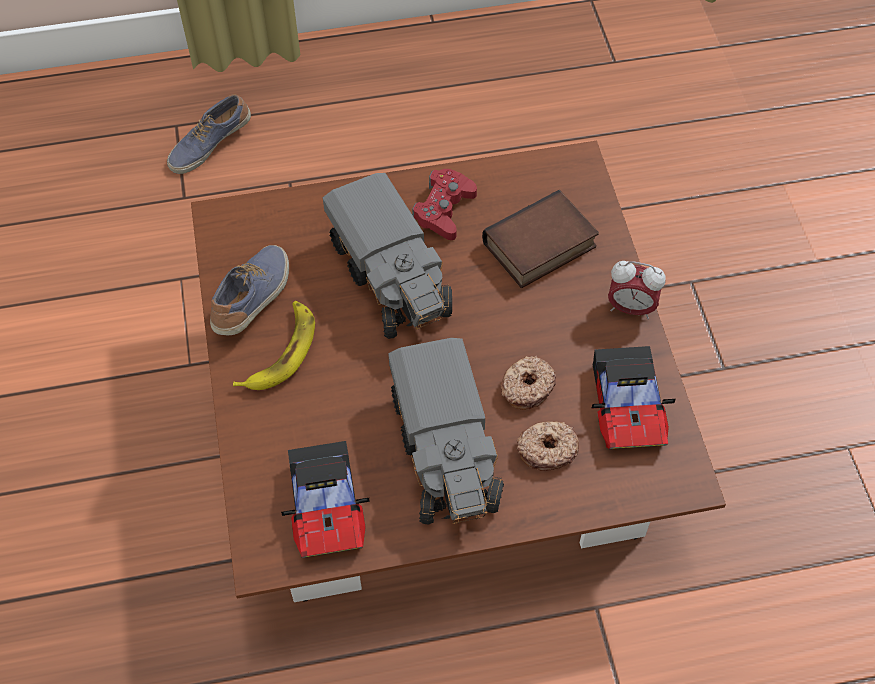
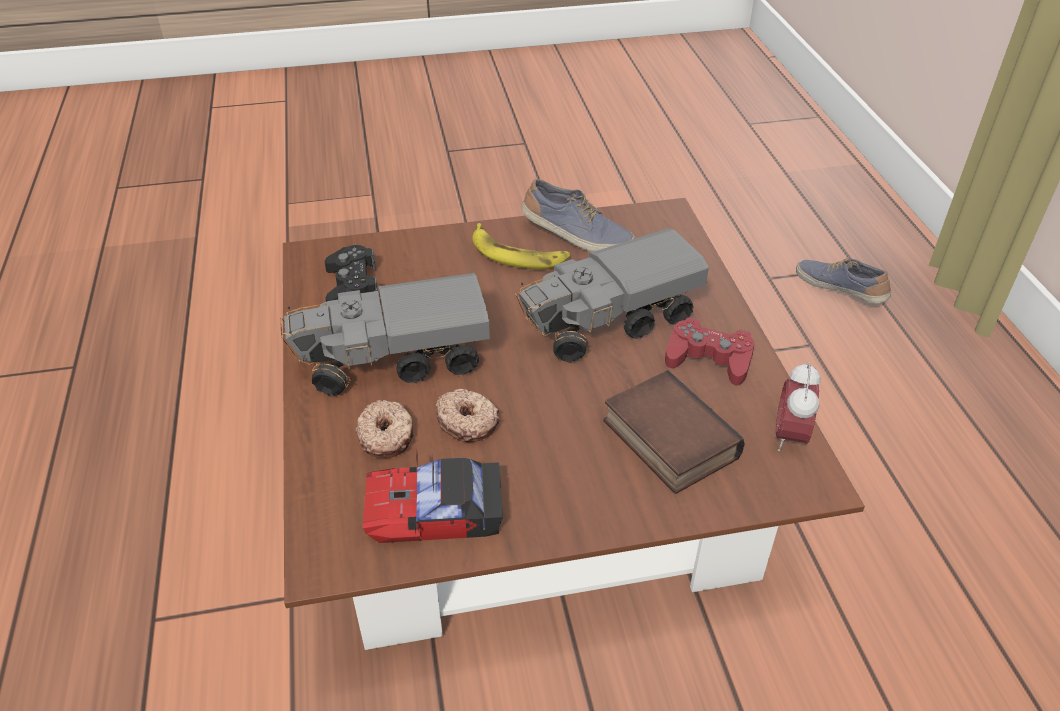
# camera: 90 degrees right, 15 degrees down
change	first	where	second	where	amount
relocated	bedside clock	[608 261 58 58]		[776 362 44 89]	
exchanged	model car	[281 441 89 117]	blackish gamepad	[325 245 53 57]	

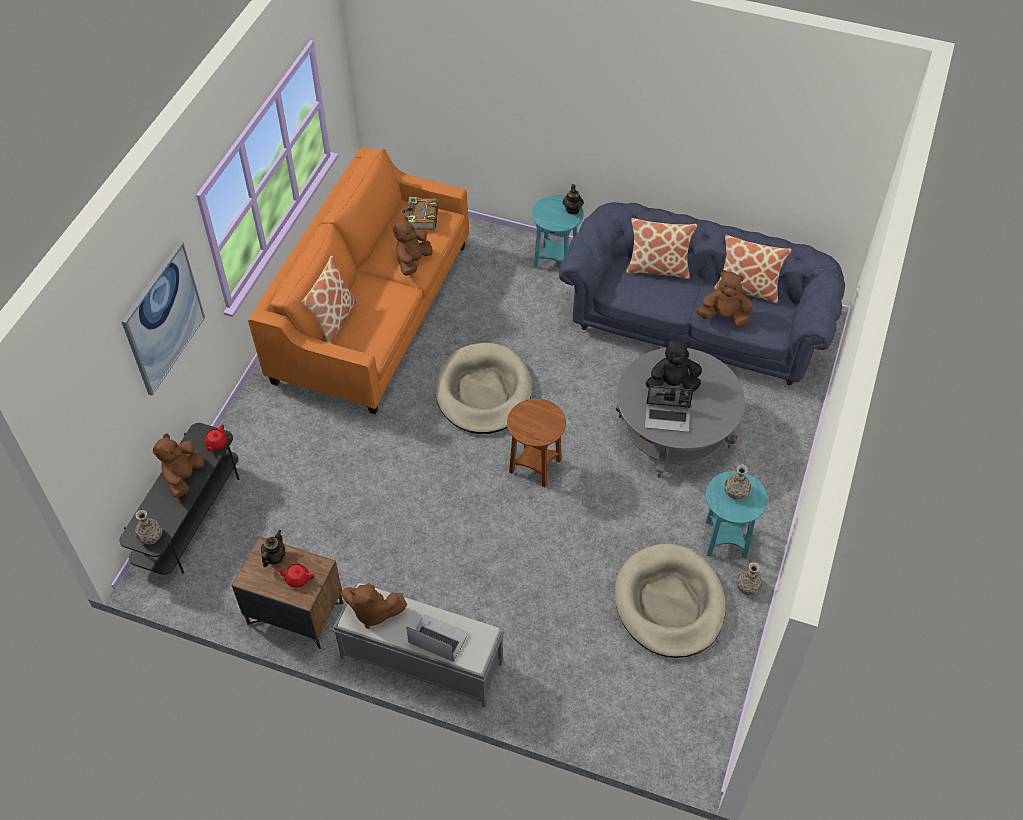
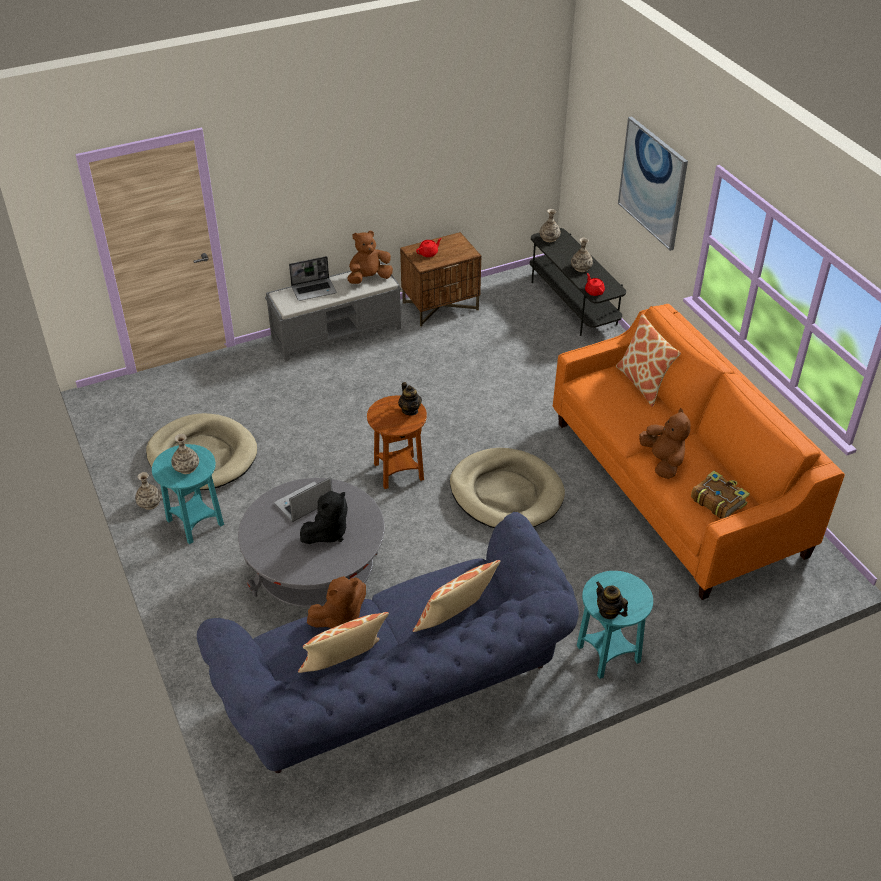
# camera: 135 degrees right, 10 degrees down
change	first	where	second	where	amount
exchanged	brown soft toy	[153 433 51 65]	flower vase	[571 238 22 34]	
relocated	tea pot	[261 530 25 37]		[398 382 24 34]	

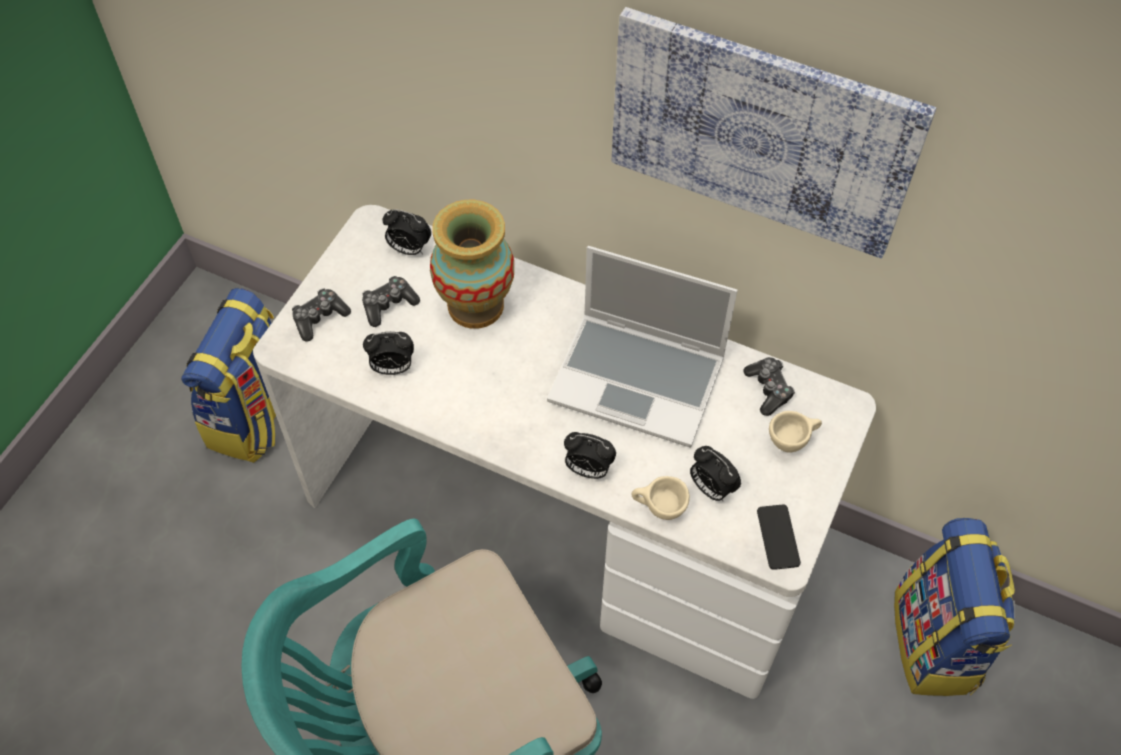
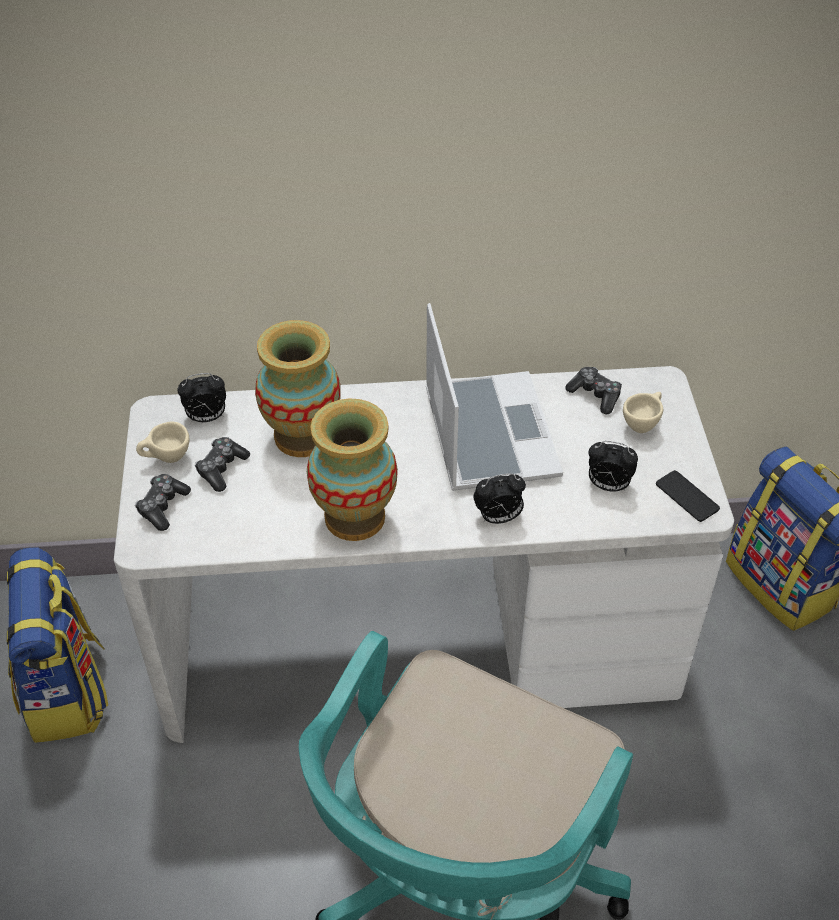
# camera: 30 degrees left, 10 degrees down
change	first	where	second	where	amount
missing	picture	[612 7 324 252]			
spun	notebook computer	[547 246 190 202]		[426 303 137 188]	90 degrees counterclockwise
missing	bedside clock	[363 332 51 43]			
relocated	beige-coloured cup	[632 476 58 44]		[136 421 53 42]	
appeared			flower vase	[307 399 91 142]	

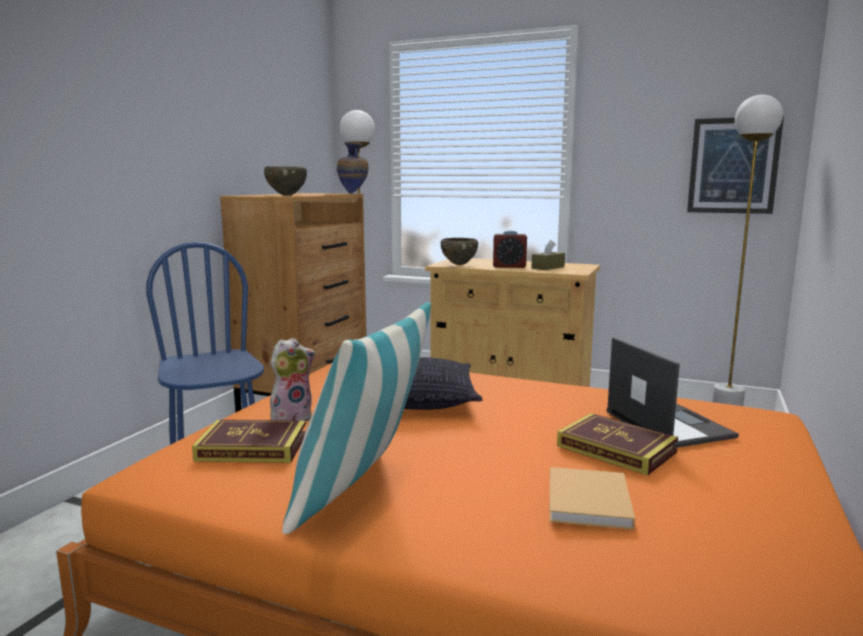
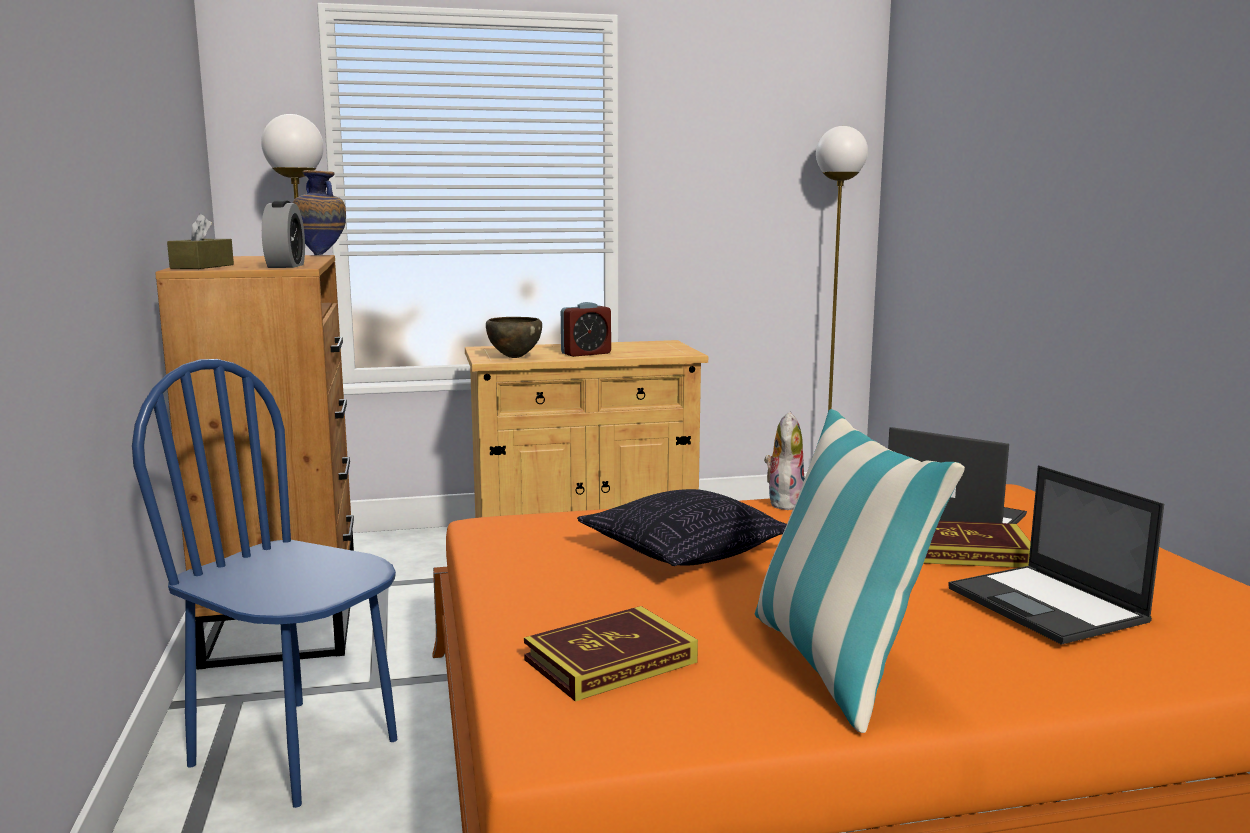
# camera: 35 degrees left, 0 degrees up
change	first	where	second	where	amount
missing	picture	[687 116 97 98]			
exchanged	brown serving bowl	[264 166 43 30]	bedside clock	[262 200 43 68]	
relocated	brown tissue holder	[531 240 34 30]		[167 214 67 55]	
relocated	soft toy	[270 338 45 84]		[764 411 41 99]	
exchanged	beige-coloured bound book	[550 467 85 63]	notebook computer	[948 465 216 180]	

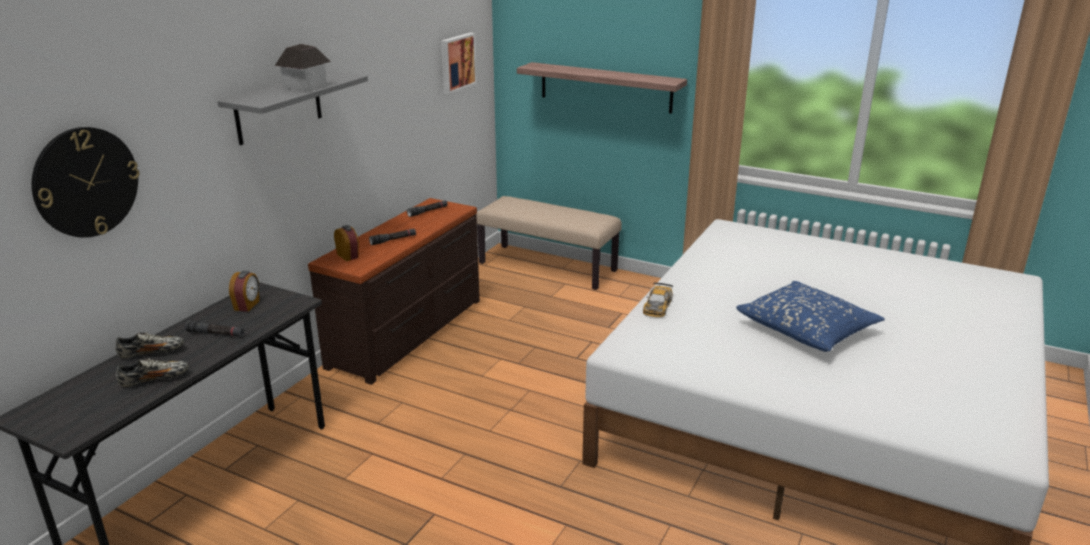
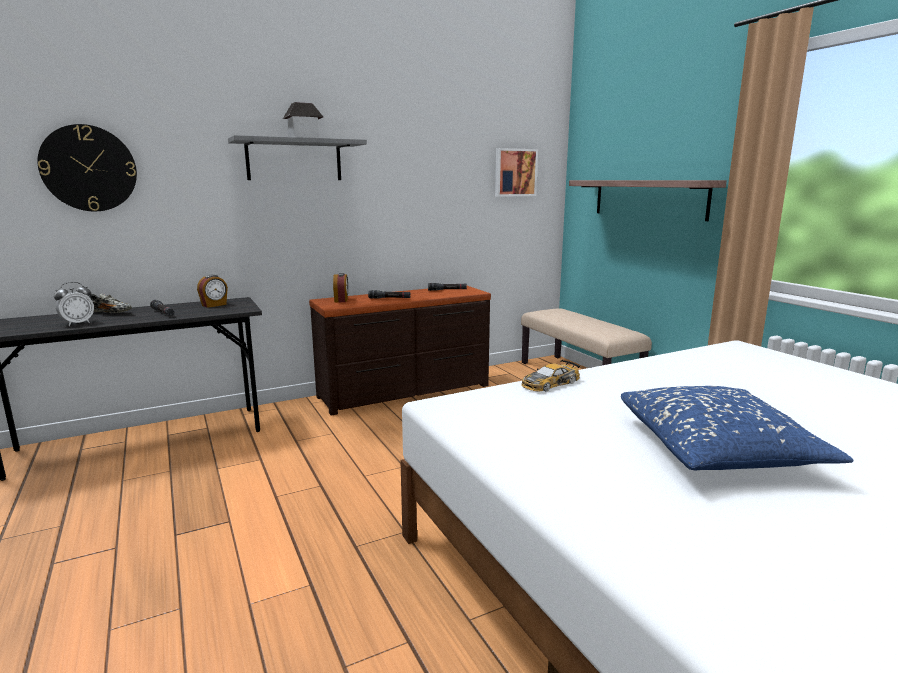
# camera: 35 degrees right, 10 degrees down
change	first	where	second	where	amount
exchanged	shoe	[116 358 73 29]	bedside clock	[54 282 40 44]	

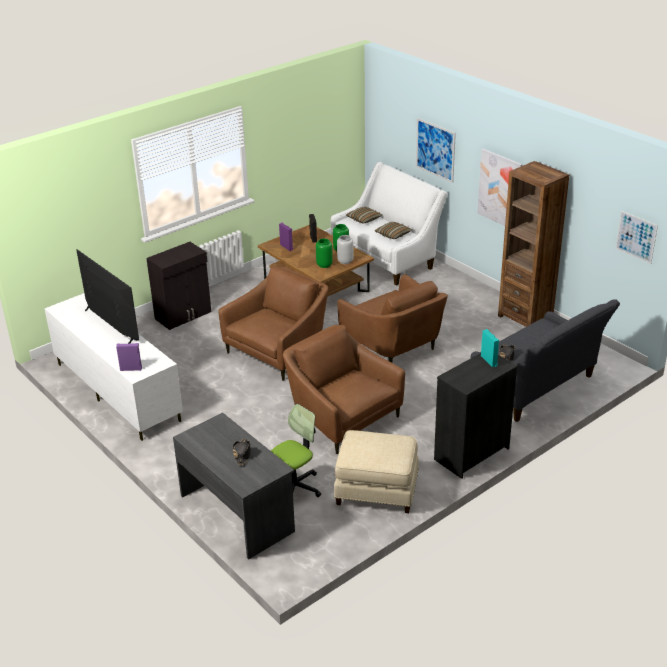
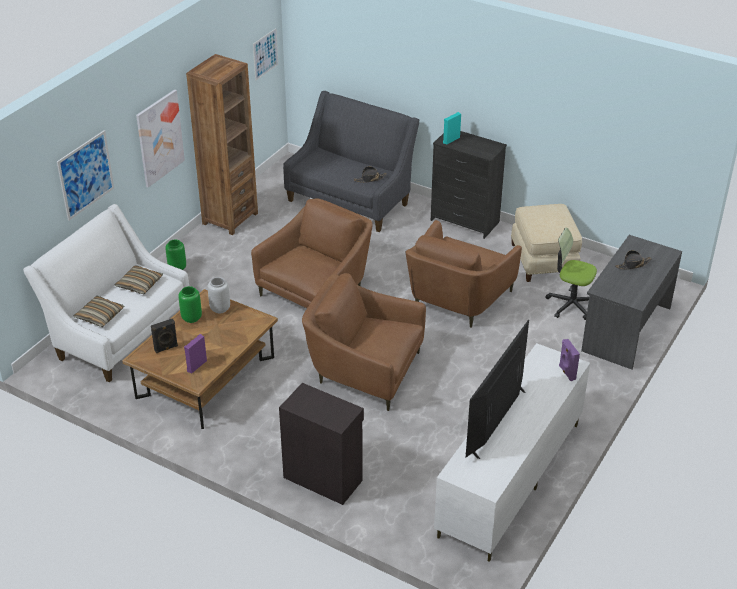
# camera: 110 degrees left, 5 degrees up
change	first	where	second	where	amount
relocated	green flower vase	[316 238 17 30]		[166 239 20 31]	

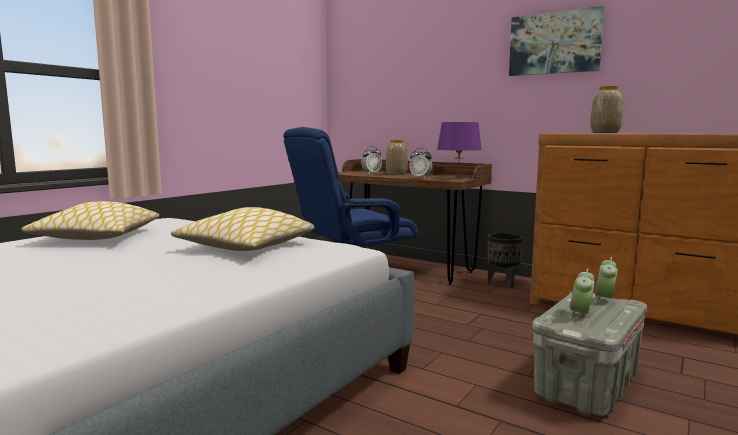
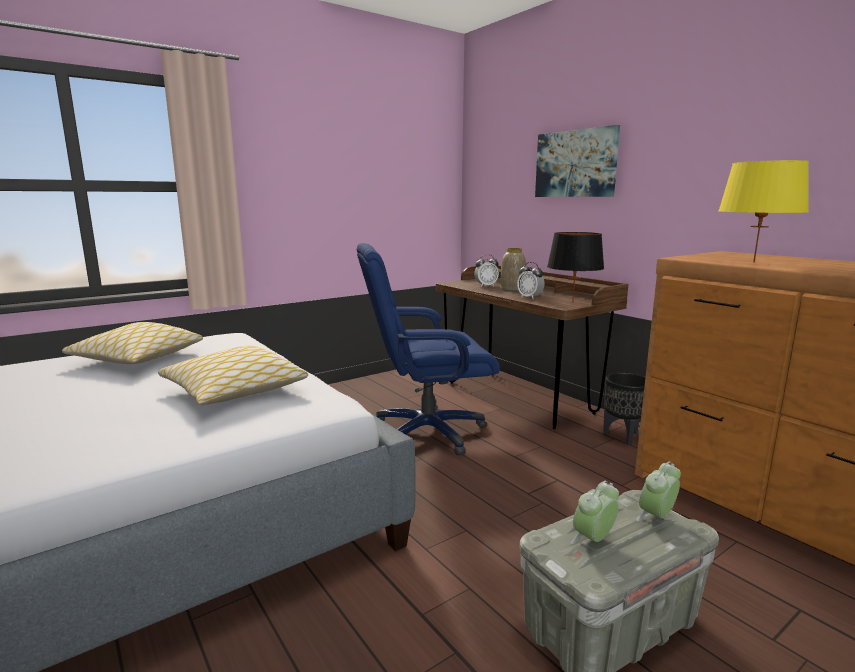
# camera: 20 degrees right, 5 degrees up
change	first	where	second	where	amount
relocated	picture	[509 6 95 70]		[535 125 85 72]	
exchanged	flower vase	[590 86 33 47]	yellow-coloured tabletop lamp	[719 160 90 103]	
colour	purple-coloured tabletop lamp	[437 122 45 57]	blackish tabletop lamp	[547 232 57 71]	

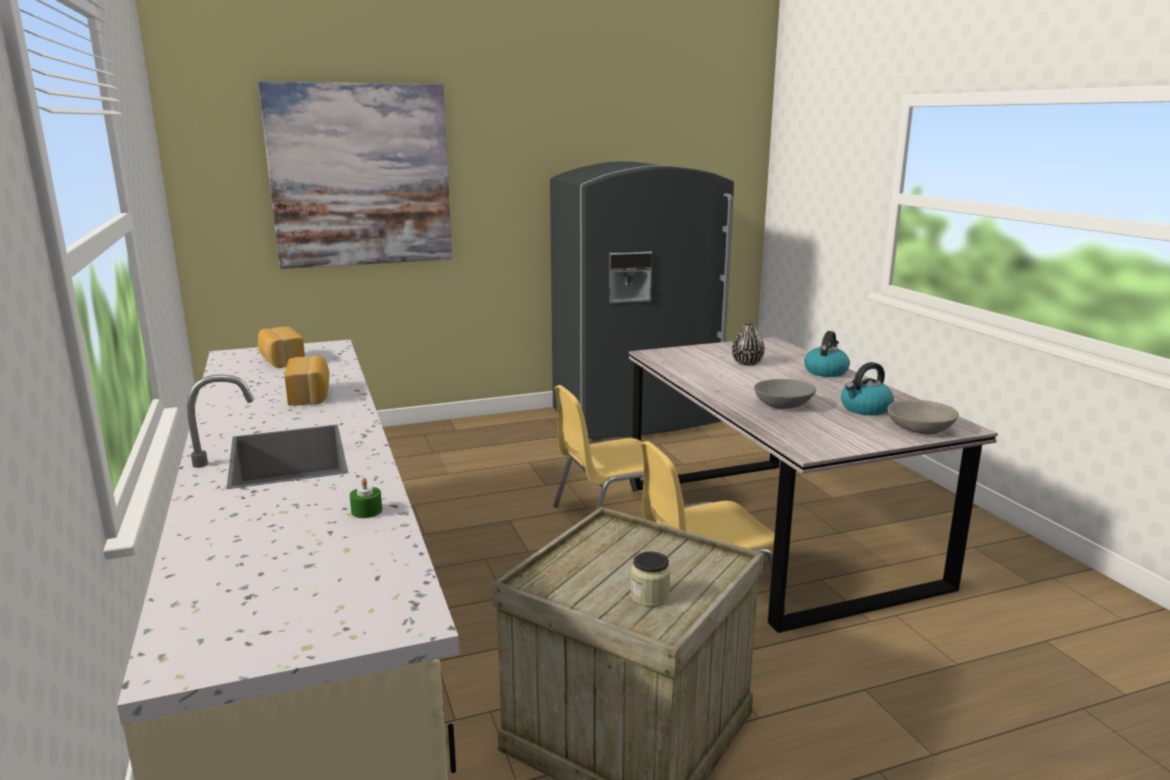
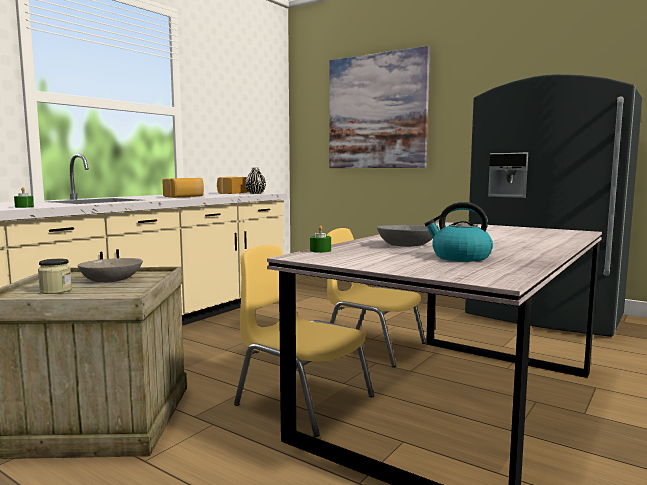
# camera: 55 degrees right, 10 degrees down
change	first	where	second	where	amount
relocated	blackish flower vase	[732 323 33 43]		[245 168 21 26]	
missing	kettle	[804 331 46 46]			
relocated	greyish serving bowl	[887 400 72 35]		[78 258 65 24]	
appeared			green candle	[310 225 21 28]	

